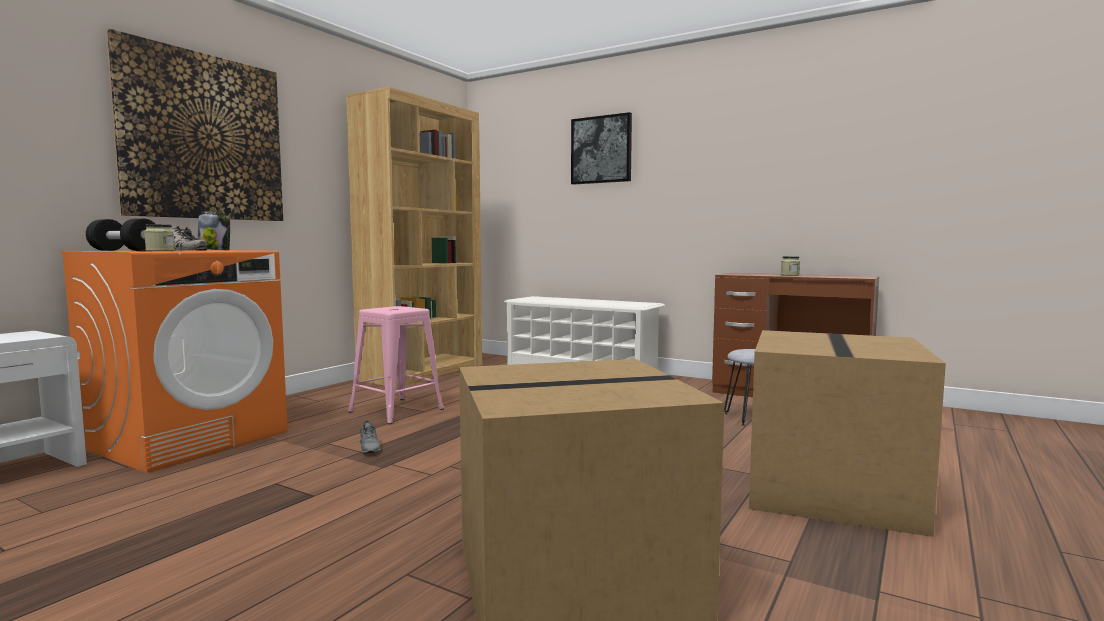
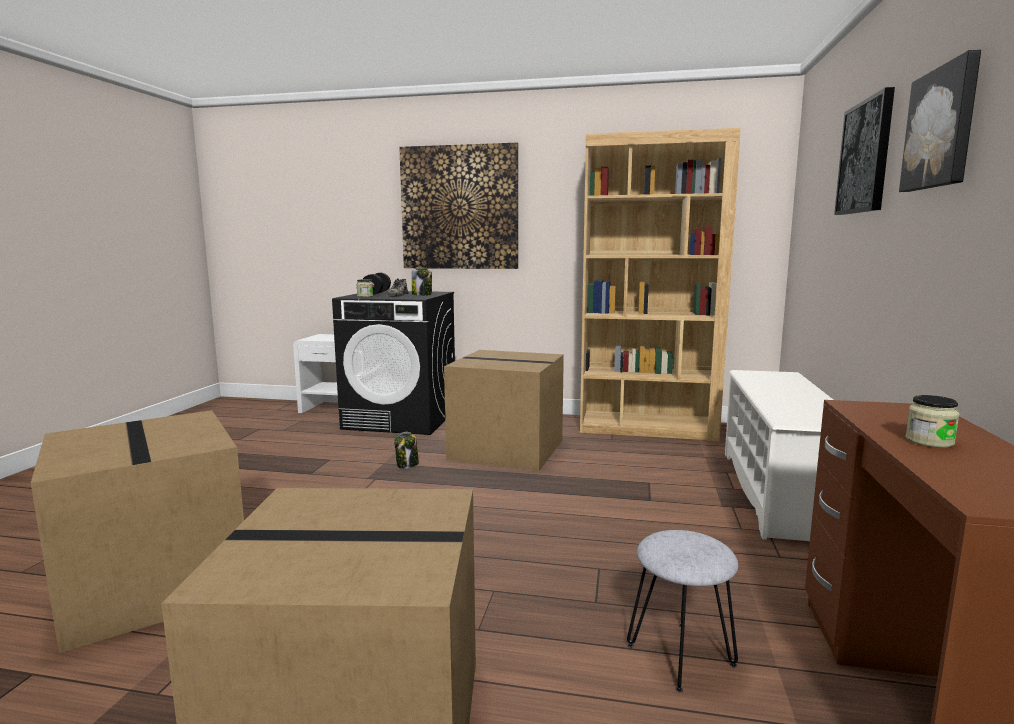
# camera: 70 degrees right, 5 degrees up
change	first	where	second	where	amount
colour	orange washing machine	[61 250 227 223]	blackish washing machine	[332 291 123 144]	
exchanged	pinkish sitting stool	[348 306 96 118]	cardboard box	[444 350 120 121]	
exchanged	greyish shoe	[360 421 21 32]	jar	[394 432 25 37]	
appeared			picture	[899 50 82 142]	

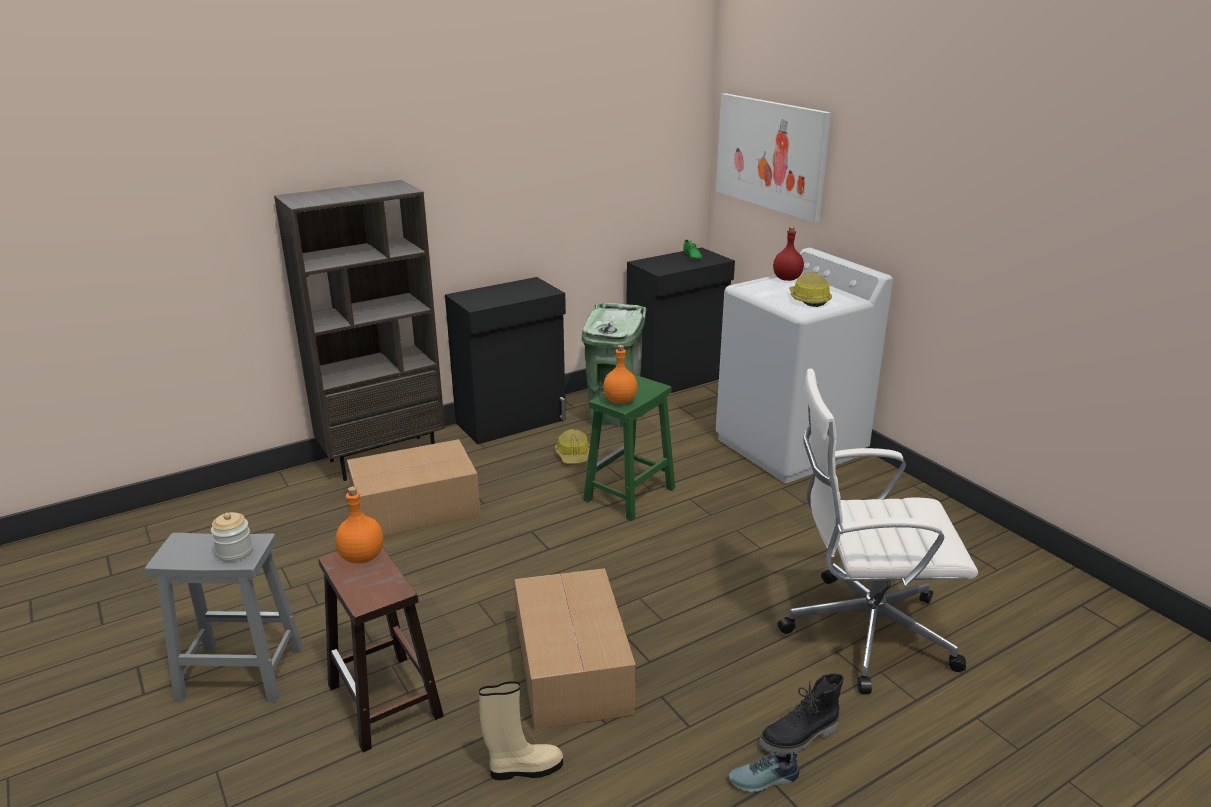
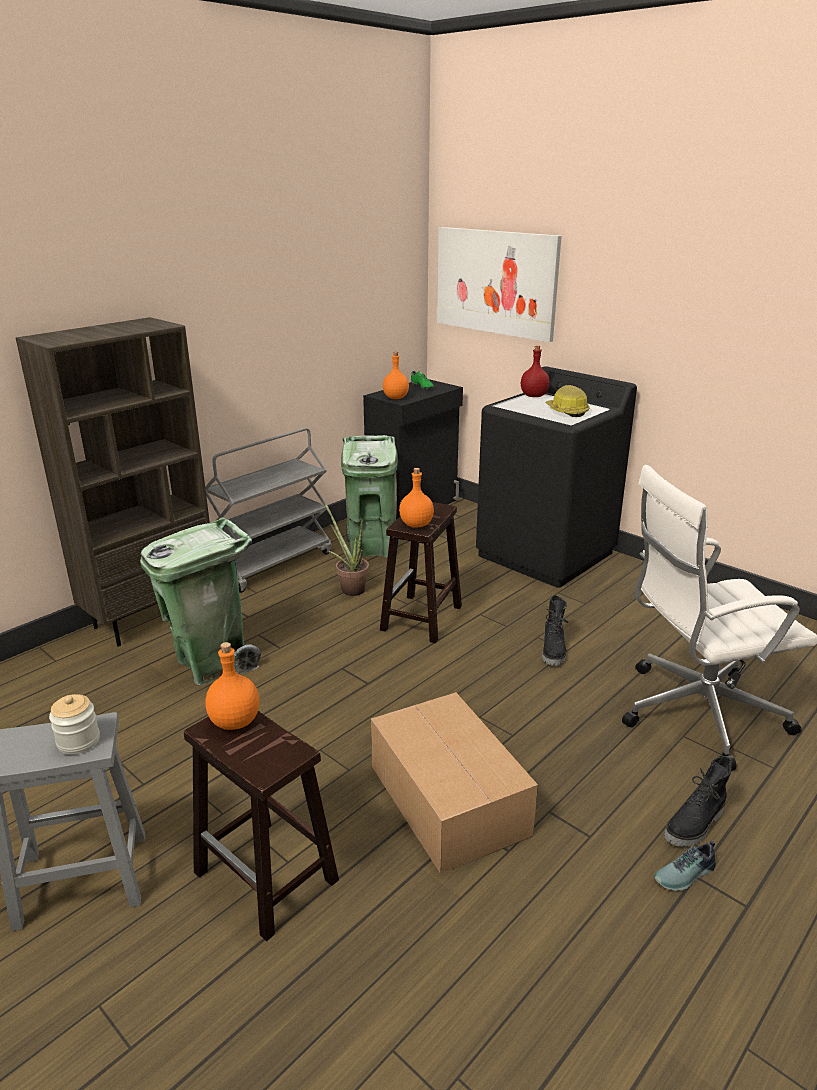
# camera: 15 degrees left, 0 degrees up
change	first	where	second	where	amount
colour	whitish washing machine	[716 248 177 235]	blackish washing machine	[476 366 161 222]	
exchanged	blackish cupboard	[445 277 121 167]	greyish cart	[205 428 127 165]	
colour	green sitting stool	[583 376 92 145]	brown sitting stool	[380 502 82 141]	
exchanged	hard hat	[555 429 35 35]	potted plant	[323 501 46 95]	
exchanged	cardboard box	[347 439 133 97]	green waste bin	[140 518 121 167]	
missing	beige-coloured boot	[479 681 84 99]			
appeared			orange beverage bottle	[383 352 26 47]	
appeared			blackish boot	[542 595 26 71]	

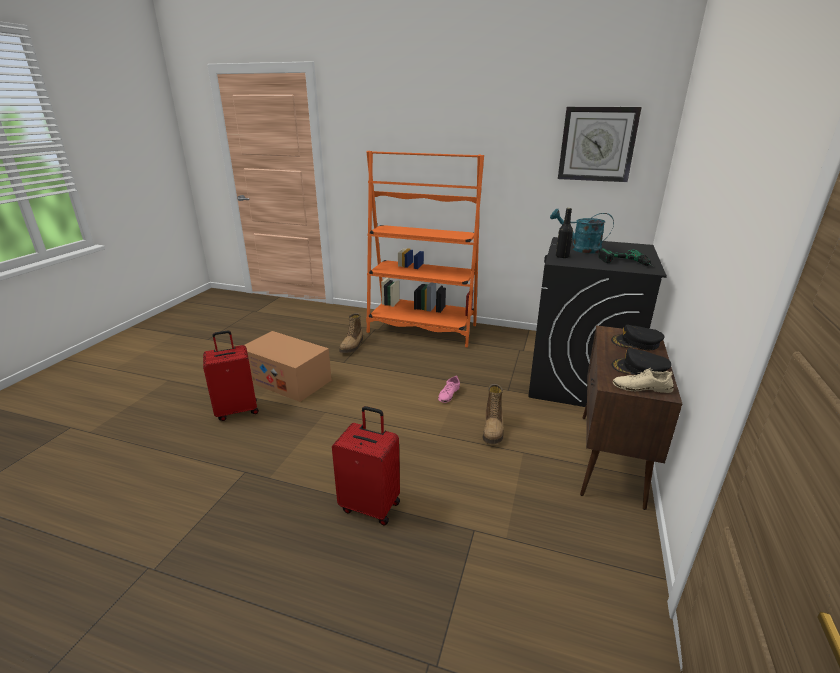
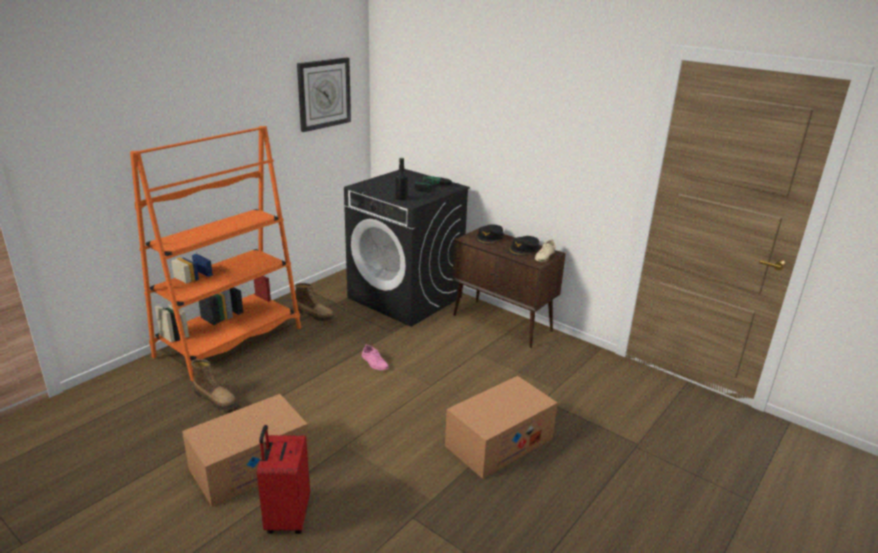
# camera: 70 degrees left, 0 degrees up
change	first	where	second	where	amount
missing	turquoise sprinkling can	[550 209 64 45]			
relocated	boot	[483 384 20 60]		[295 283 40 38]	
exchanged	red travel case	[332 406 68 119]	cardboard box	[445 376 113 103]	

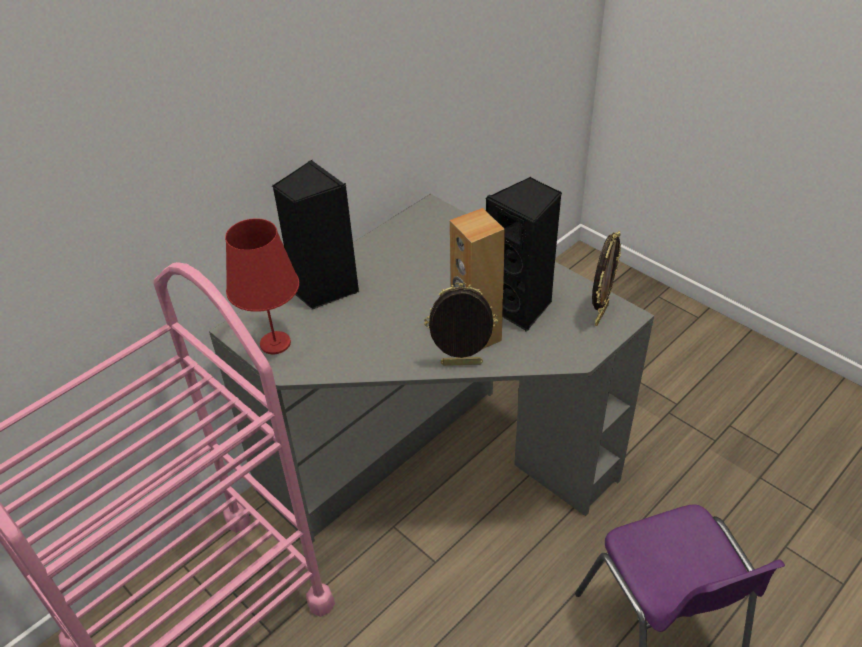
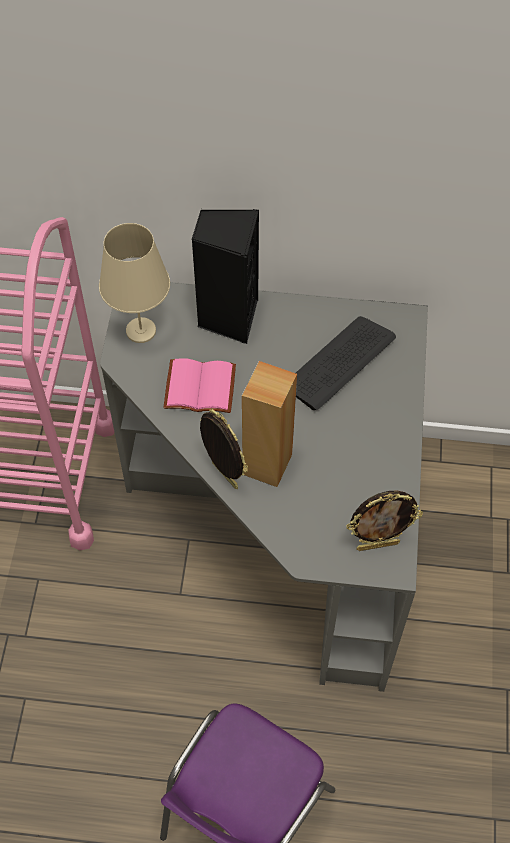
# camera: 50 degrees right, 15 degrees up
change	first	where	second	where	amount
missing	blackish audio speaker	[485 177 77 155]			
colour	red tabletop lamp	[225 218 74 136]	beige-coloured tabletop lamp	[99 223 71 120]	
appeared			PC keyboard	[296 316 100 94]	
appeared			pinkish bound book	[163 358 73 55]	

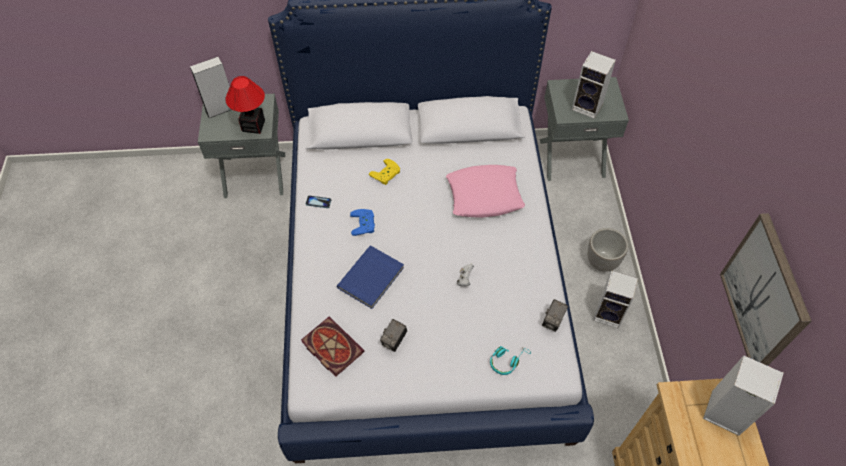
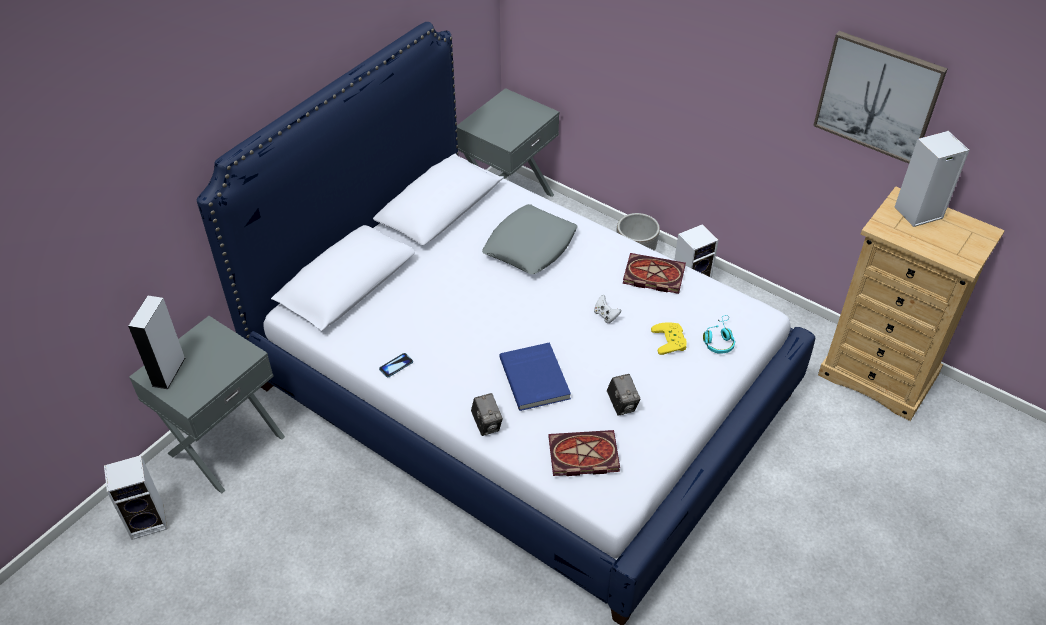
# camera: 50 degrees left, 10 degrees down
change	first	where	second	where	amount
relocated	audio speaker	[572 51 44 68]		[104 455 63 85]	
missing	tabletop lamp	[225 76 40 58]			
relocated	yellow-coloured gamepad	[369 159 31 26]		[651 322 36 33]	
colour	pinkish cushion	[446 165 79 53]	greyish cushion	[482 204 95 71]	
missing	blue-coloured gamepad	[350 209 25 27]			
relocated	photo camera	[542 299 26 33]		[471 393 32 43]	
appeared			bound book	[623 253 63 41]	

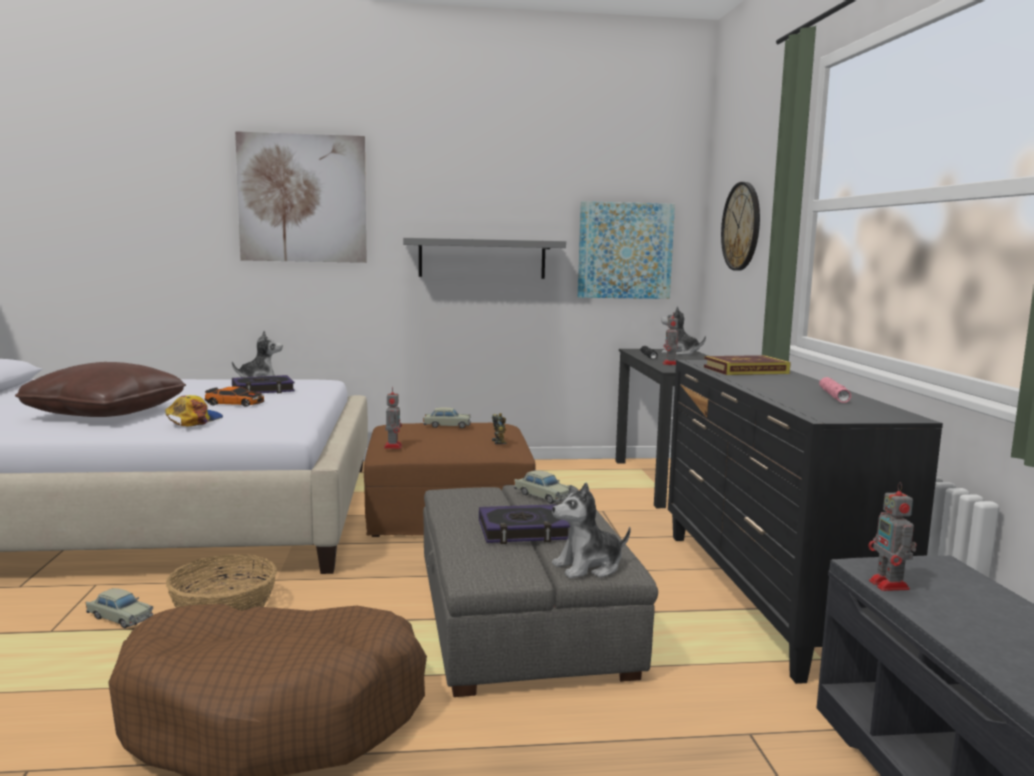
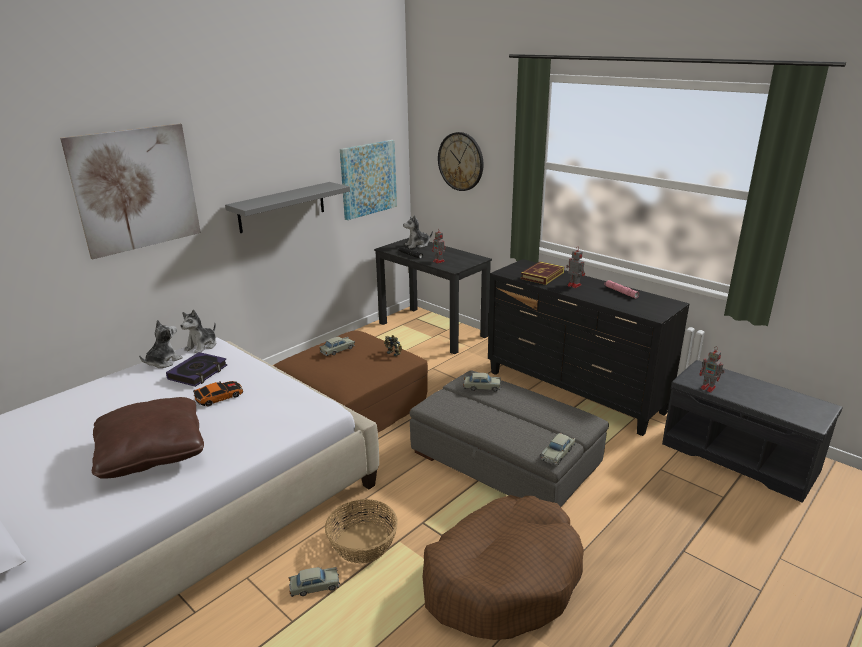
# camera: 40 degrees left, 15 degrees up
change	first	where	second	where	amount
relocated	model robot	[384 387 18 62]		[566 246 19 42]	
missing	peaked cap	[165 395 58 31]			
relocated	soft toy	[552 483 79 95]		[180 310 36 44]	
missing	bound book	[479 504 91 40]			
appeared			beige-coloured model car	[540 433 35 32]	

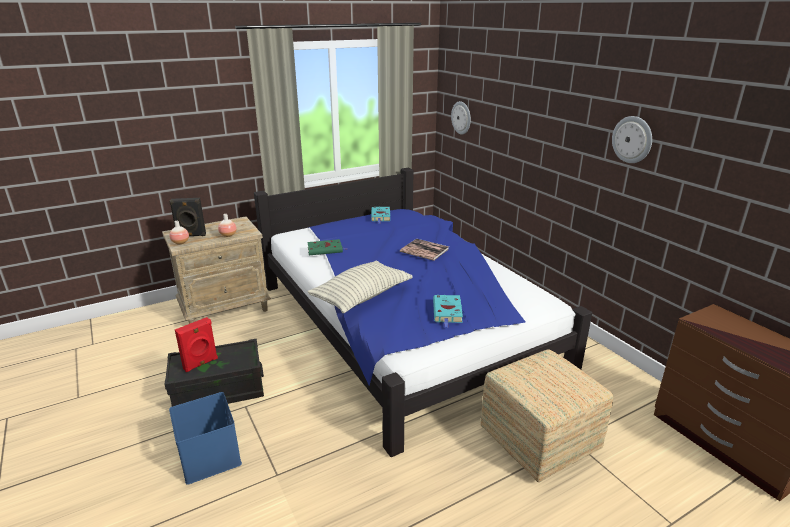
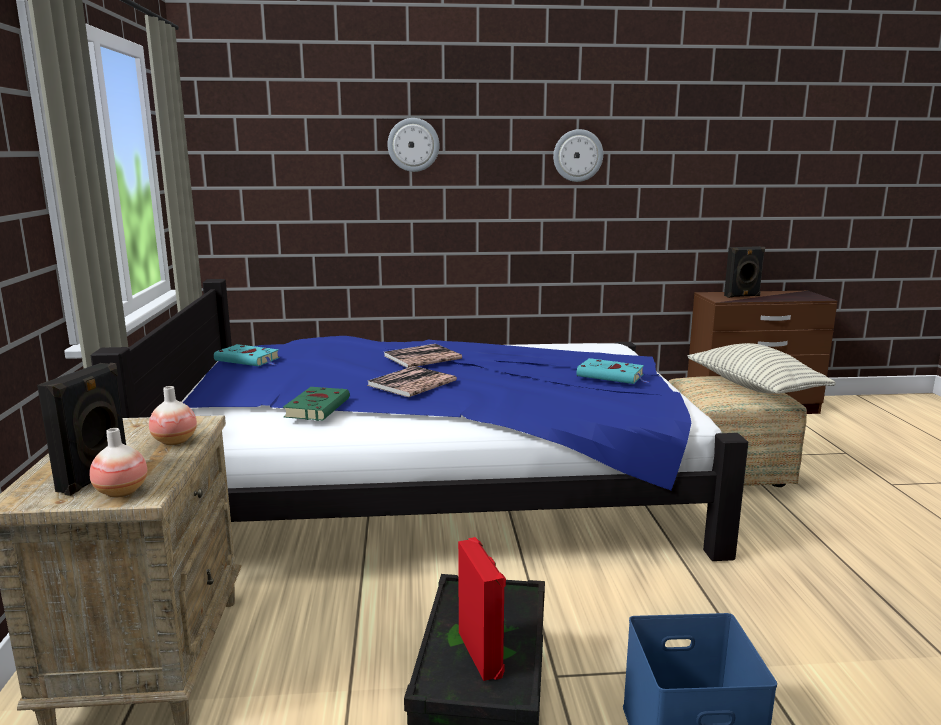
# camera: 65 degrees left, 10 degrees down
change	first	where	second	where	amount
relocated	hanging clock	[451 101 20 33]		[387 118 53 54]	
relocated	cushion	[307 260 106 53]		[688 343 148 51]	
appeared			blackish audio speaker	[724 246 41 52]	
appeared			bound book	[367 366 90 31]	

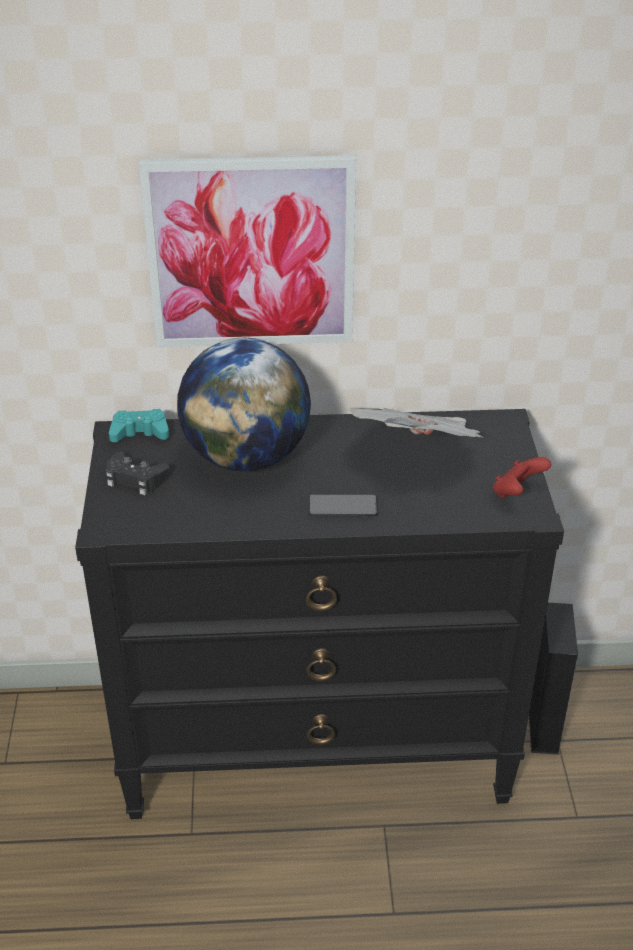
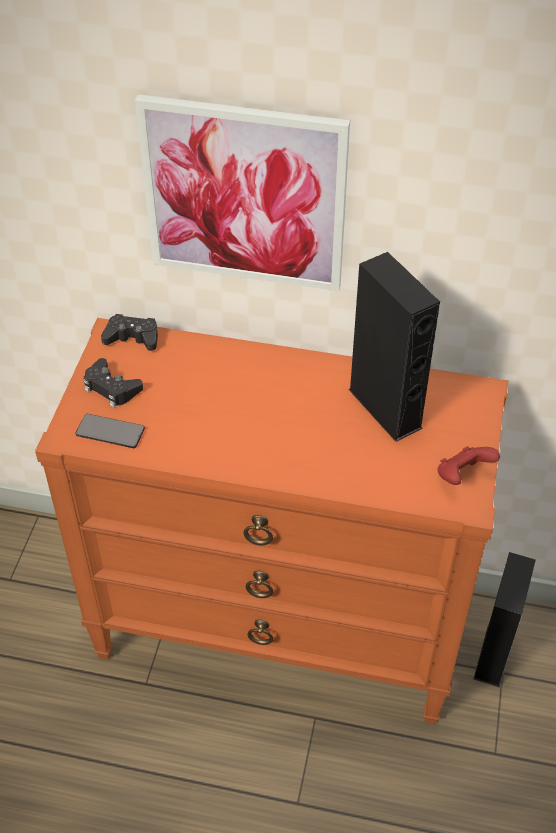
# camera: 15 degrees right, 10 degrees up
change	first	where	second	where	amount
missing	globe	[177 338 134 133]			
exchanged	newspaper	[350 407 134 31]	blackish audio speaker	[348 252 92 190]	
colour	blackish chest of drawers	[75 409 489 410]	orange chest of drawers	[35 318 473 406]	
colour	turquoise gamepad	[109 409 60 33]	blackish gamepad	[101 314 57 37]	
relocated	telephone	[309 494 68 22]		[75 414 70 34]	

